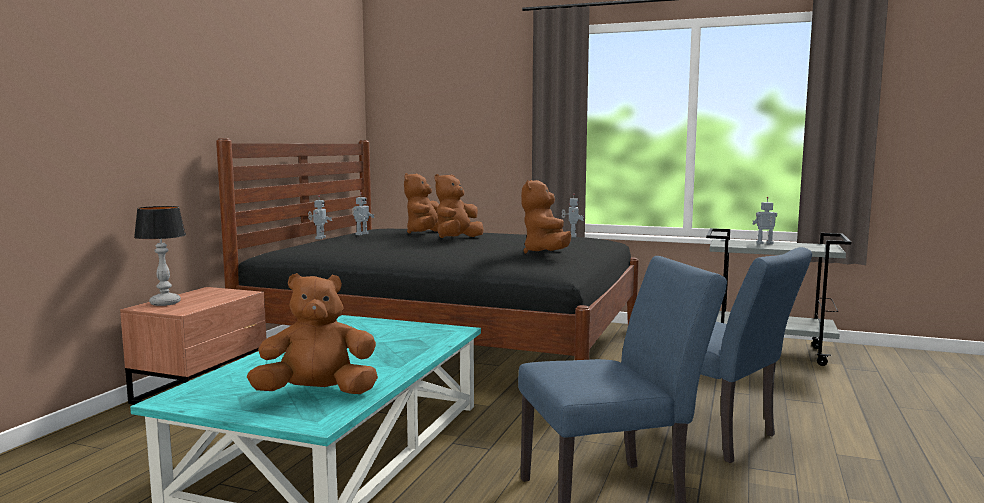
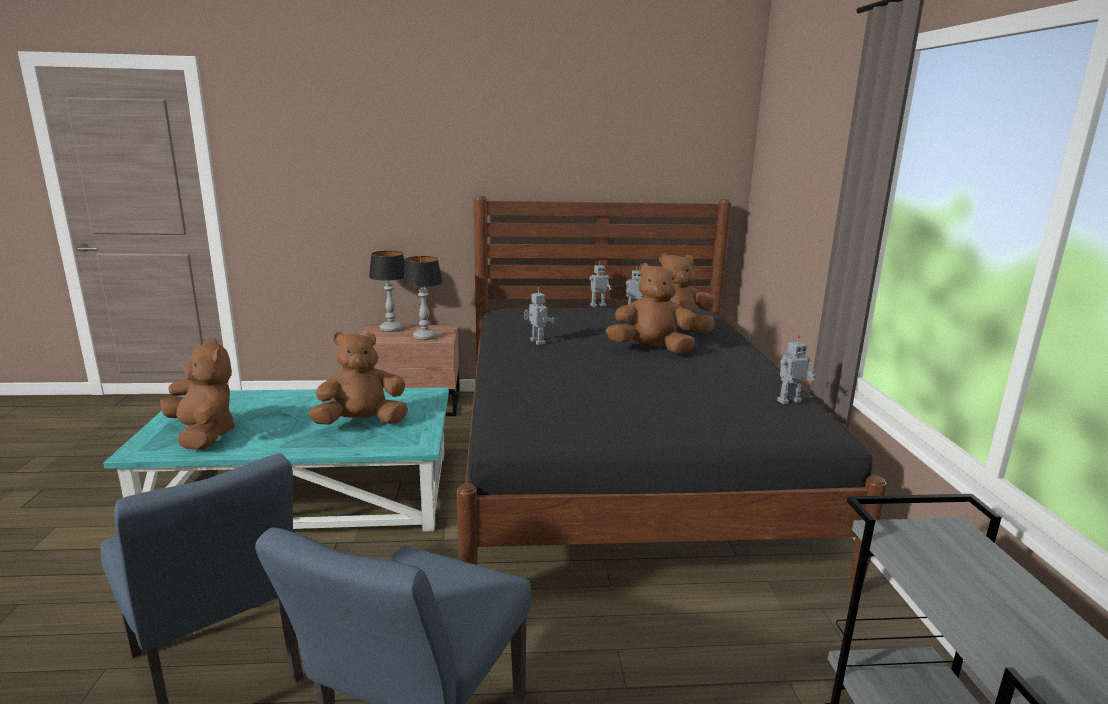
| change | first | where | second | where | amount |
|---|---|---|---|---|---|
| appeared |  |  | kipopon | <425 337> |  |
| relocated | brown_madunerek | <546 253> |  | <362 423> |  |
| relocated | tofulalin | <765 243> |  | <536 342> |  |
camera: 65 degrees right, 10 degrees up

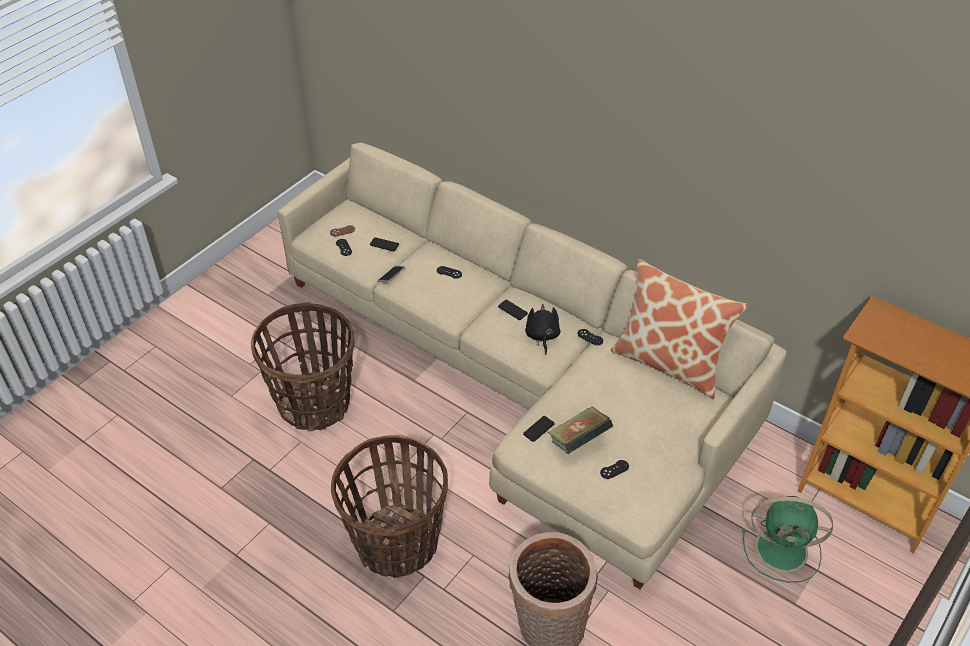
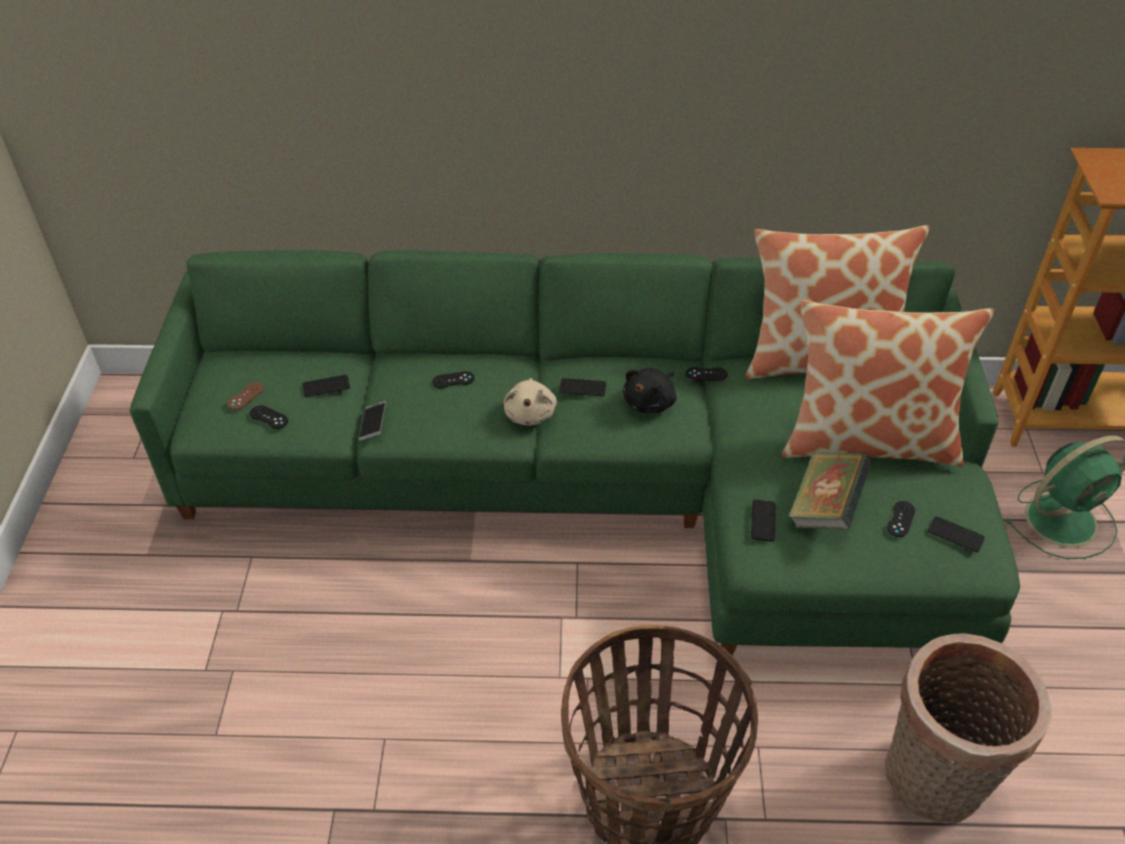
| change | first | where | second | where | amount |
|---|---|---|---|---|---|
| missing | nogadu | <314 403> |  |  |  |
| appeared |  |  | beige_madunerek | <530 413> |  |
| appeared |  |  | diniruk | <868 440> |  |
| appeared |  |  | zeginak | <955 534> |  |
| colour | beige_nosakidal | <523 378> | green_nosakidal | <607 481> |  |
| spun | black_madunerek | <542 336> |  | <650 402> | 105 degrees counterclockwise |
camera: 35 degrees left, 0 degrees up

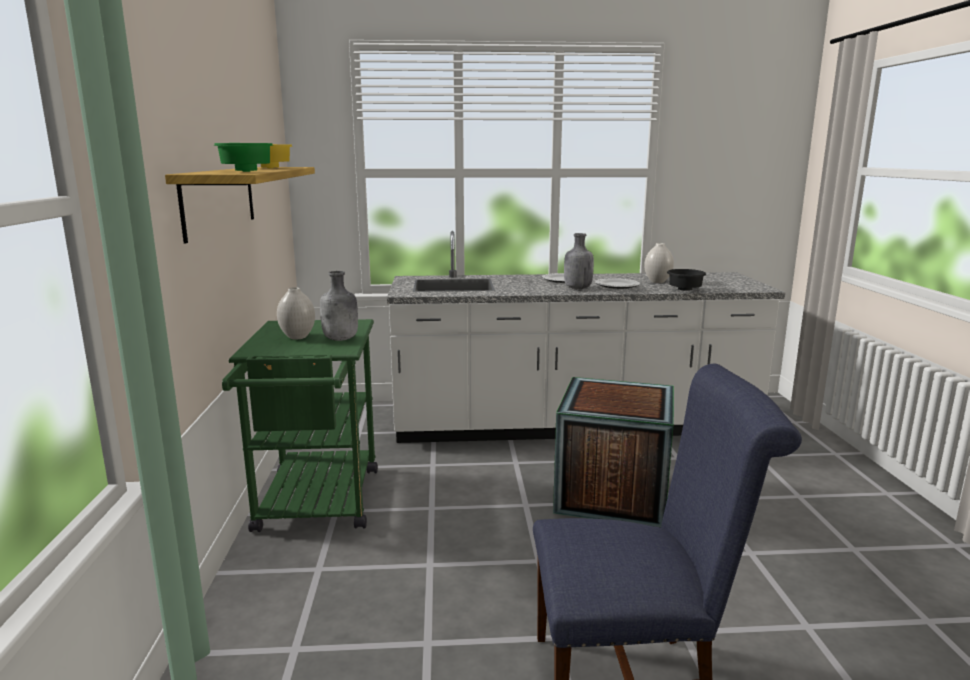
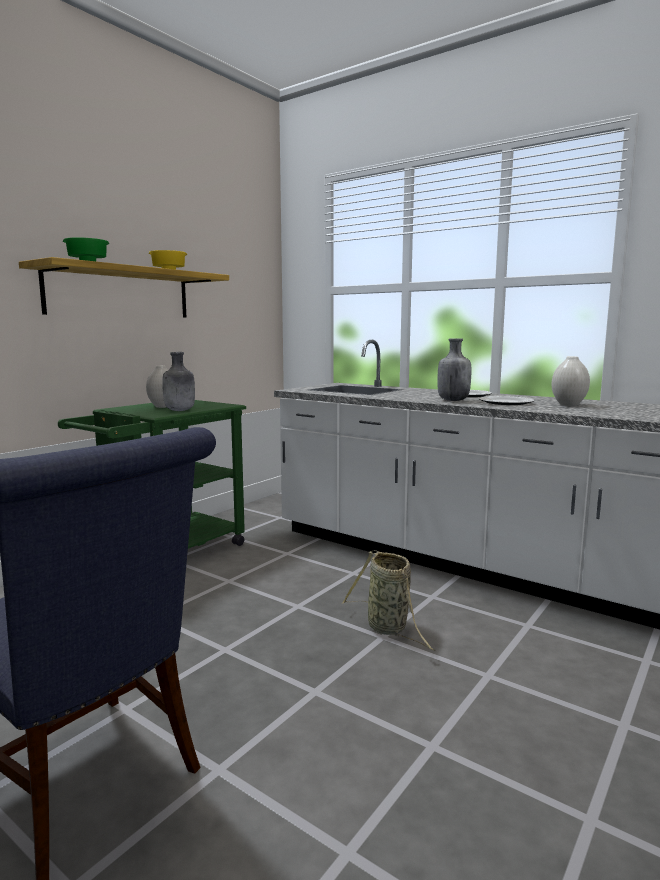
| change | first | where | second | where | amount |
|---|---|---|---|---|---|
| missing | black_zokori | <684 289> |  |  |  |
| exchanged | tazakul | <612 494> | nogadu | <389 628> |  |
camera: 40 degrees right, 5 degrees down

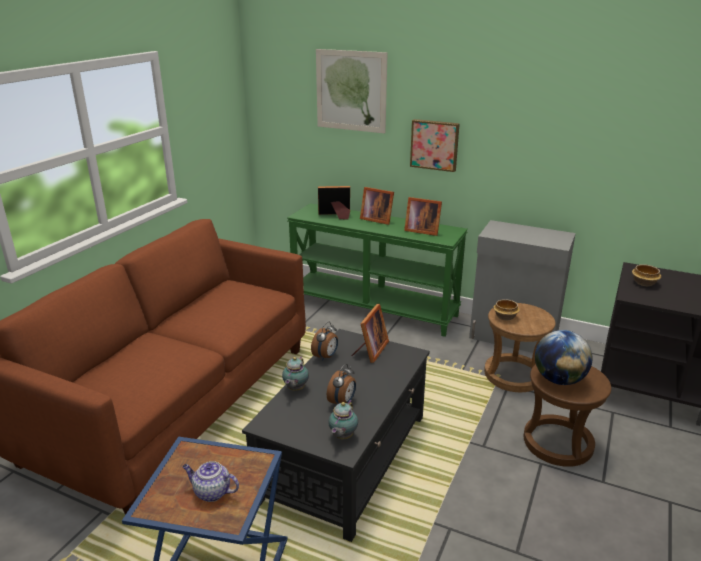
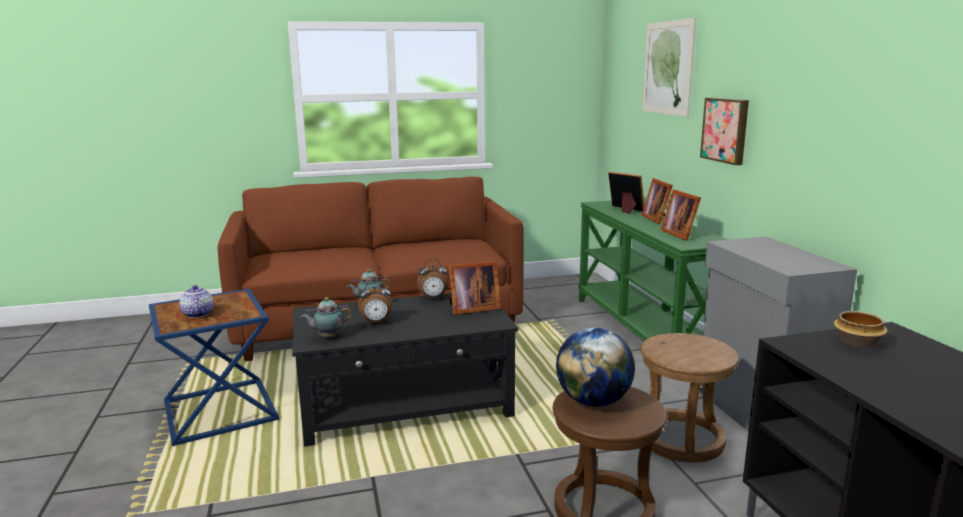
| change | first | where | second | where | amount |
|---|---|---|---|---|---|
| missing | zokori | <505 317> |  |  |  |
camera: 50 degrees right, 10 degrees down

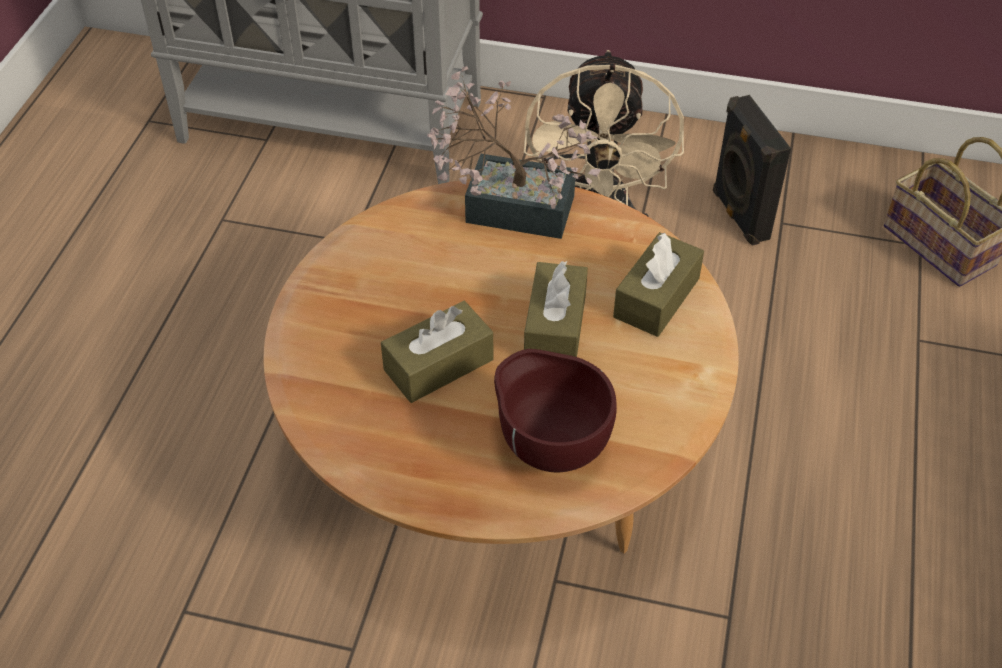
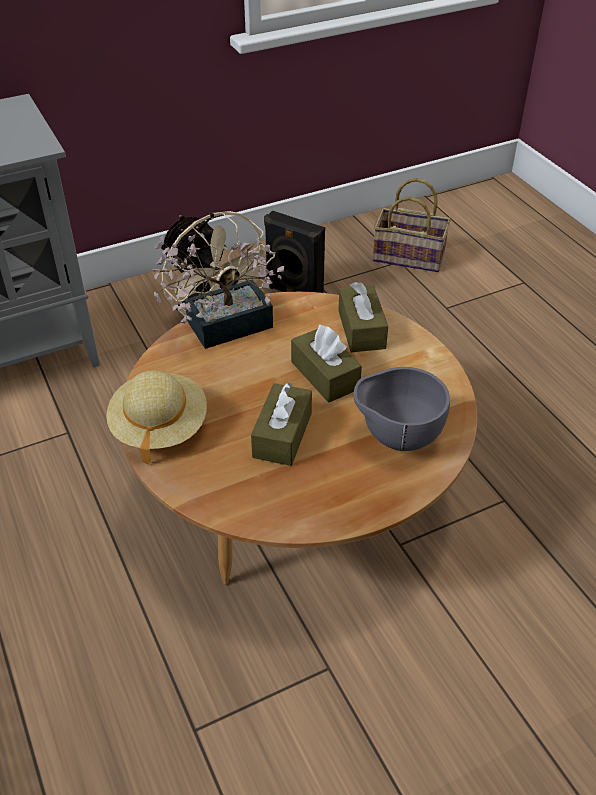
| change | first | where | second | where | amount |
|---|---|---|---|---|---|
| appeared |  |  | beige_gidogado | <159 427> |  |
| colour | brown_zokori | <550 446> | grey_zokori | <396 439> |  |
camera: 40 degrees left, 5 degrees down

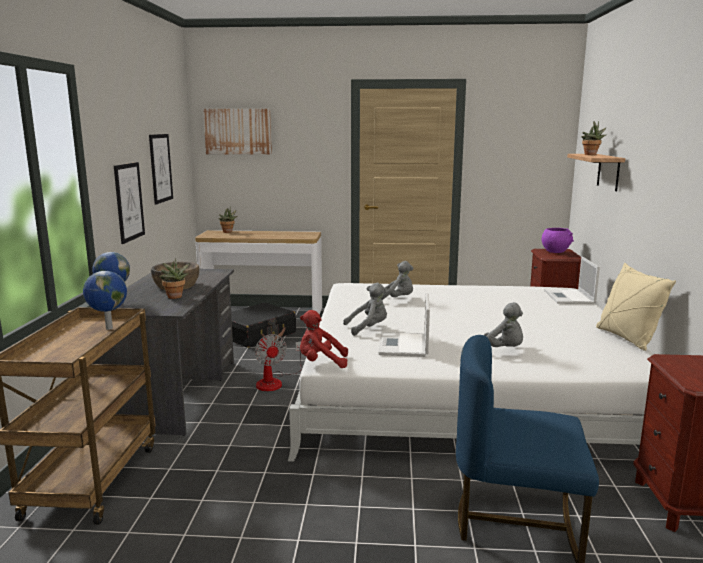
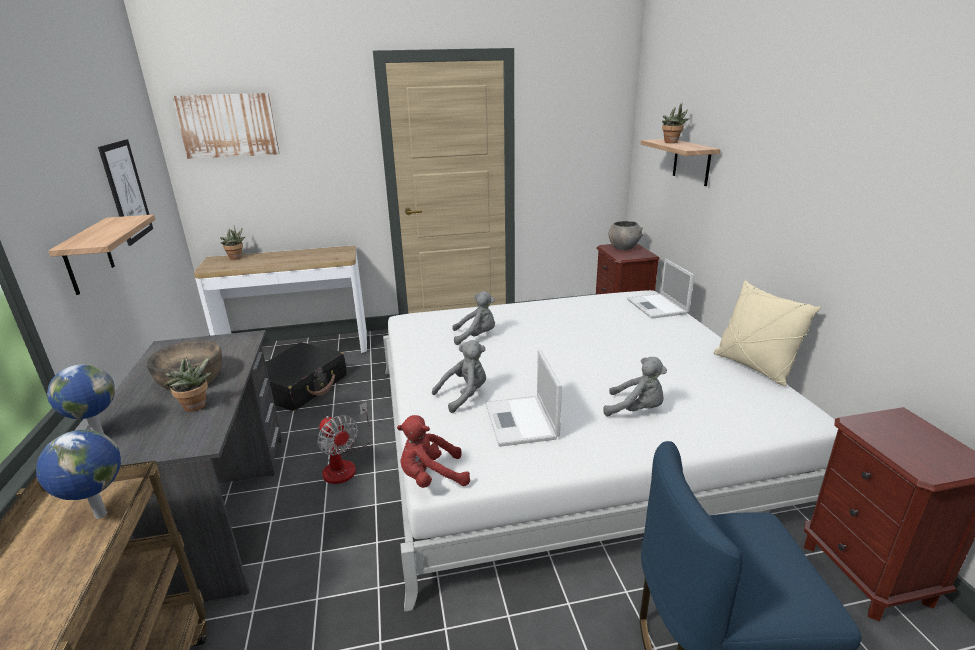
| change | first | where | second | where | amount |
|---|---|---|---|---|---|
| exchanged | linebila | <129 202> | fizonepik | <88 256> |  |
| colour | purple_zokori | <555 251> | grey_zokori | <624 248> |  |
camera: 15 degrees left, 10 degrees up

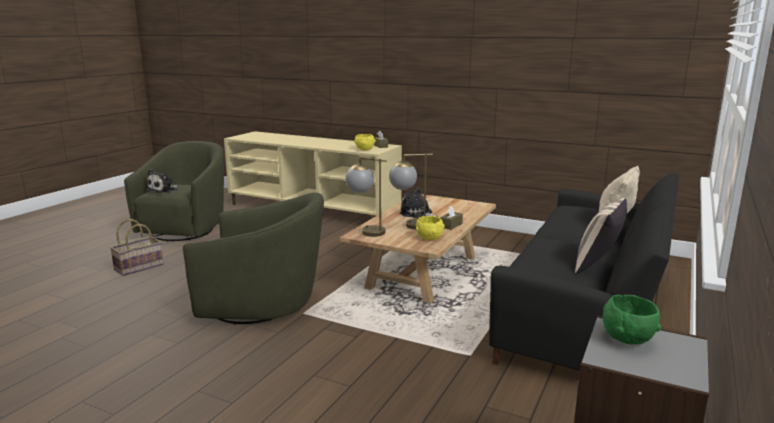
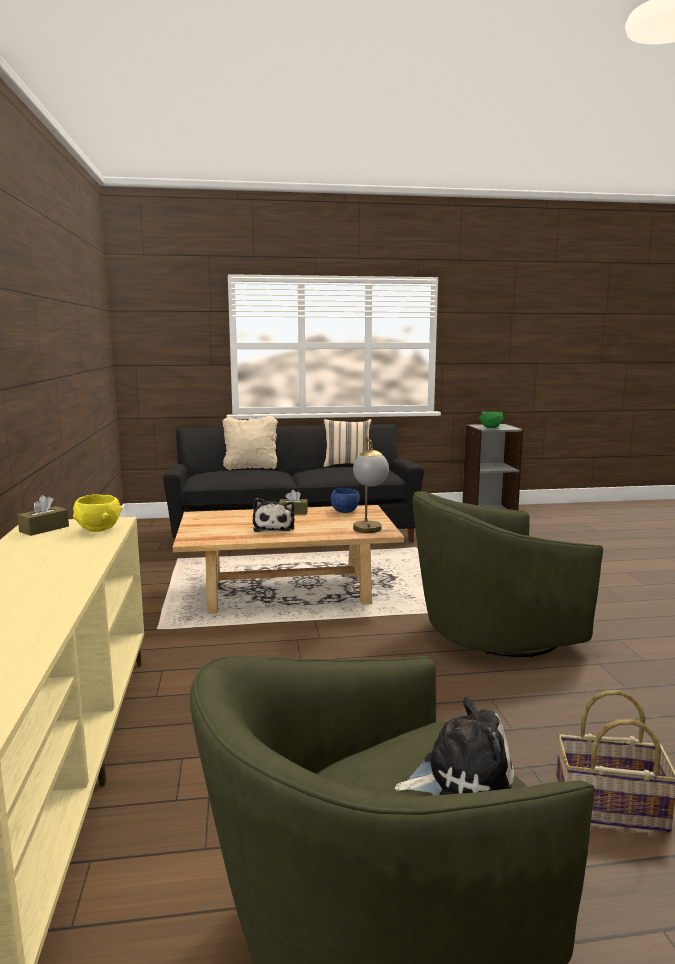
| change | first | where | second | where | amount |
|---|---|---|---|---|---|
| missing | kipopon | <408 226> |  |  |  |
| colour | yellow_zokori | <429 238> | blue_zokori | <345 512> |  |
| spun | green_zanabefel | <262 306> |  | <493 634> | 75 degrees counterclockwise |
camera: 125 degrees left, 5 degrees down

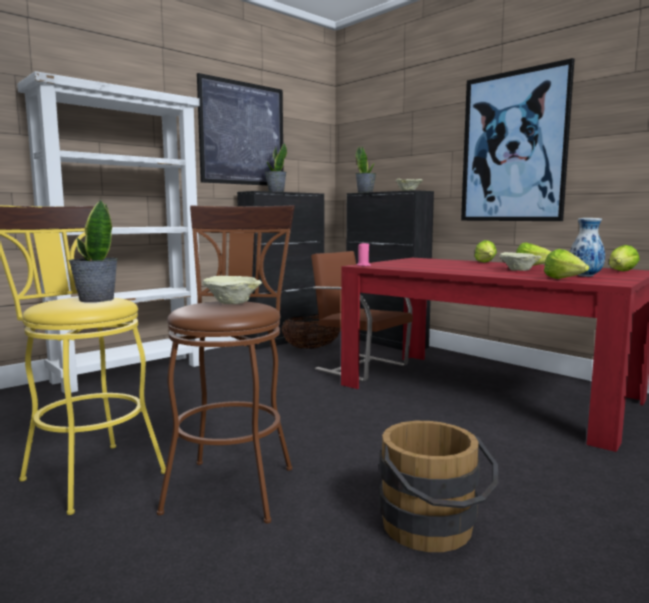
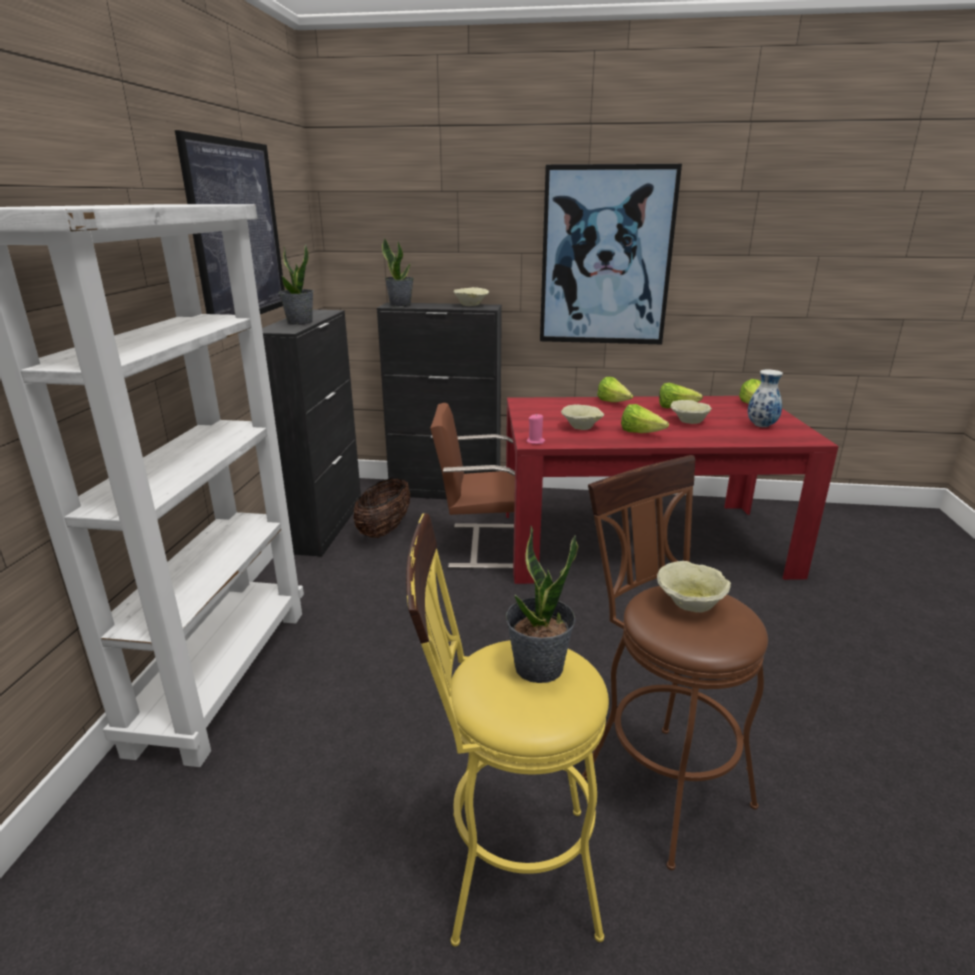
| change | first | where | second | where | amount |
|---|---|---|---|---|---|
| missing | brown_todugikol | <433 530> |  |  |  |
| appeared |  |  | beige_zokori | <582 427> |  |
| relocated | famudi | <564 280> |  | <640 433> |  |
camera: 40 degrees left, 15 degrees up

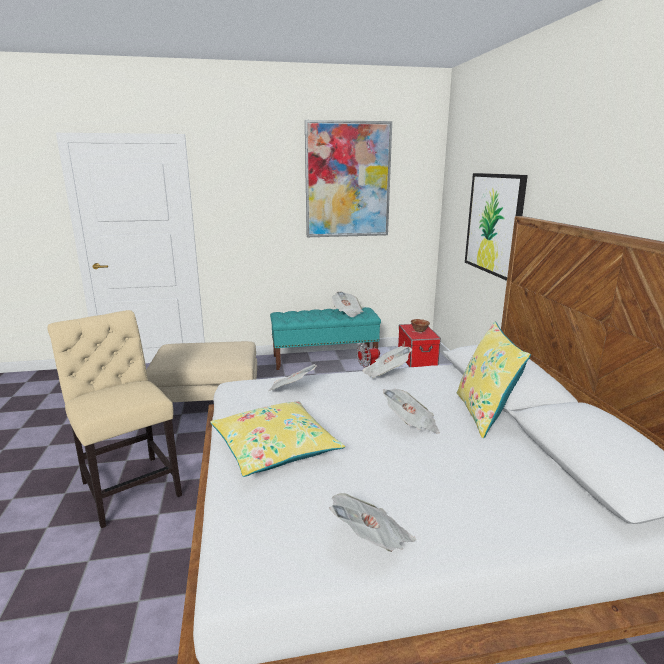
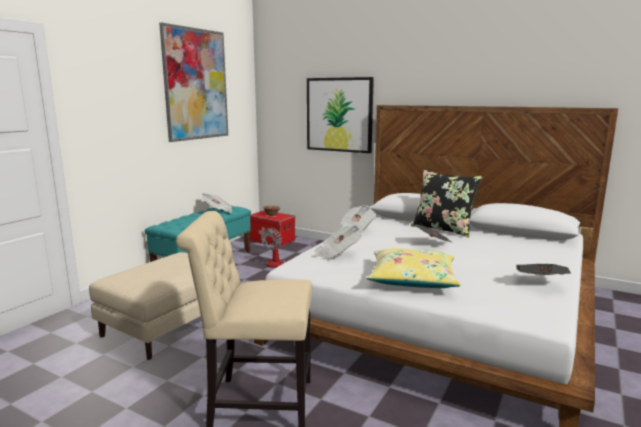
| change | first | where | second | where | amount |
|---|---|---|---|---|---|
| colour | yellow_diniruk | <484 414> | black_diniruk | <443 229> |  |
camera: 50 degrees left, 5 degrees down

